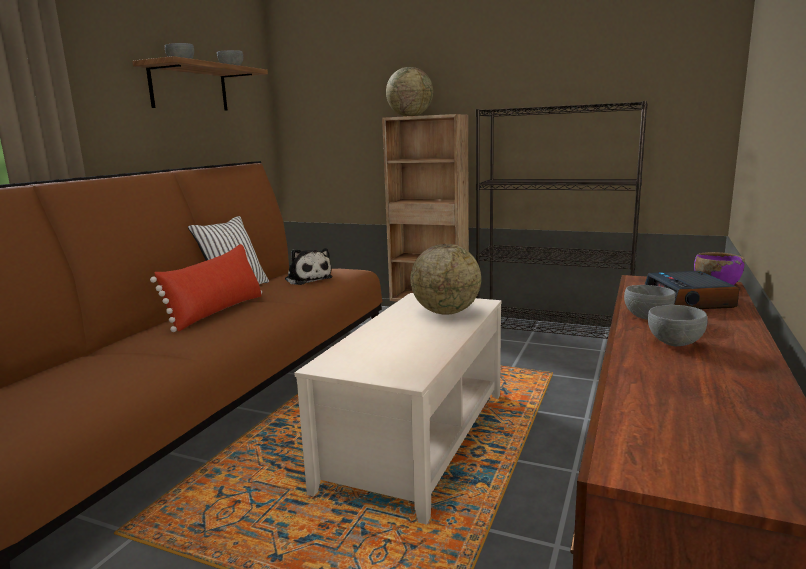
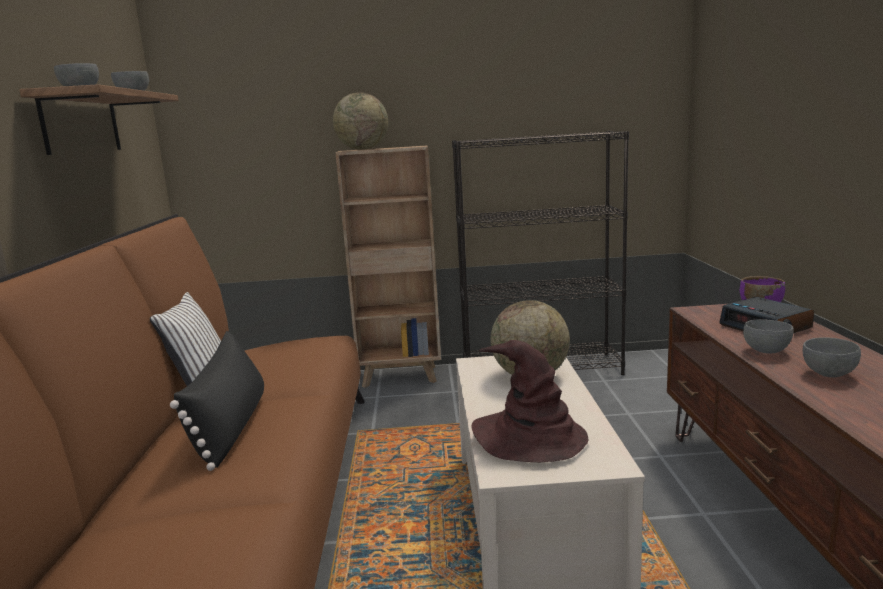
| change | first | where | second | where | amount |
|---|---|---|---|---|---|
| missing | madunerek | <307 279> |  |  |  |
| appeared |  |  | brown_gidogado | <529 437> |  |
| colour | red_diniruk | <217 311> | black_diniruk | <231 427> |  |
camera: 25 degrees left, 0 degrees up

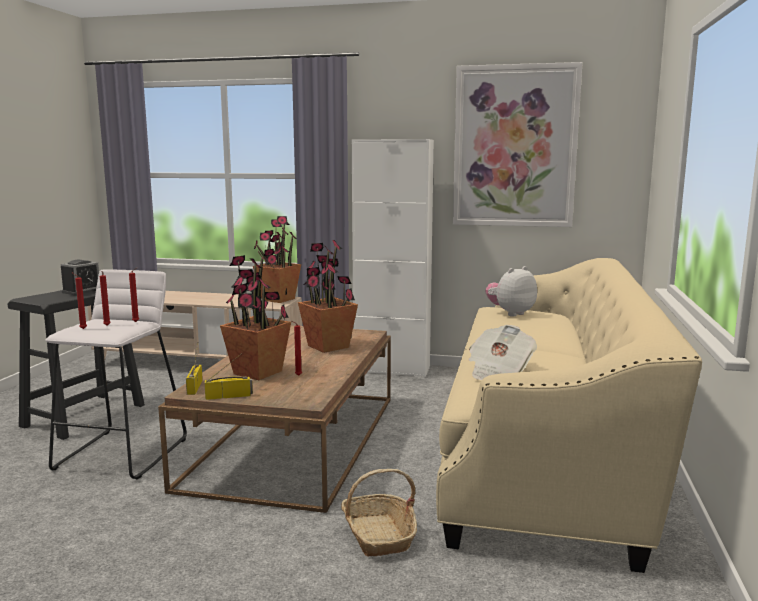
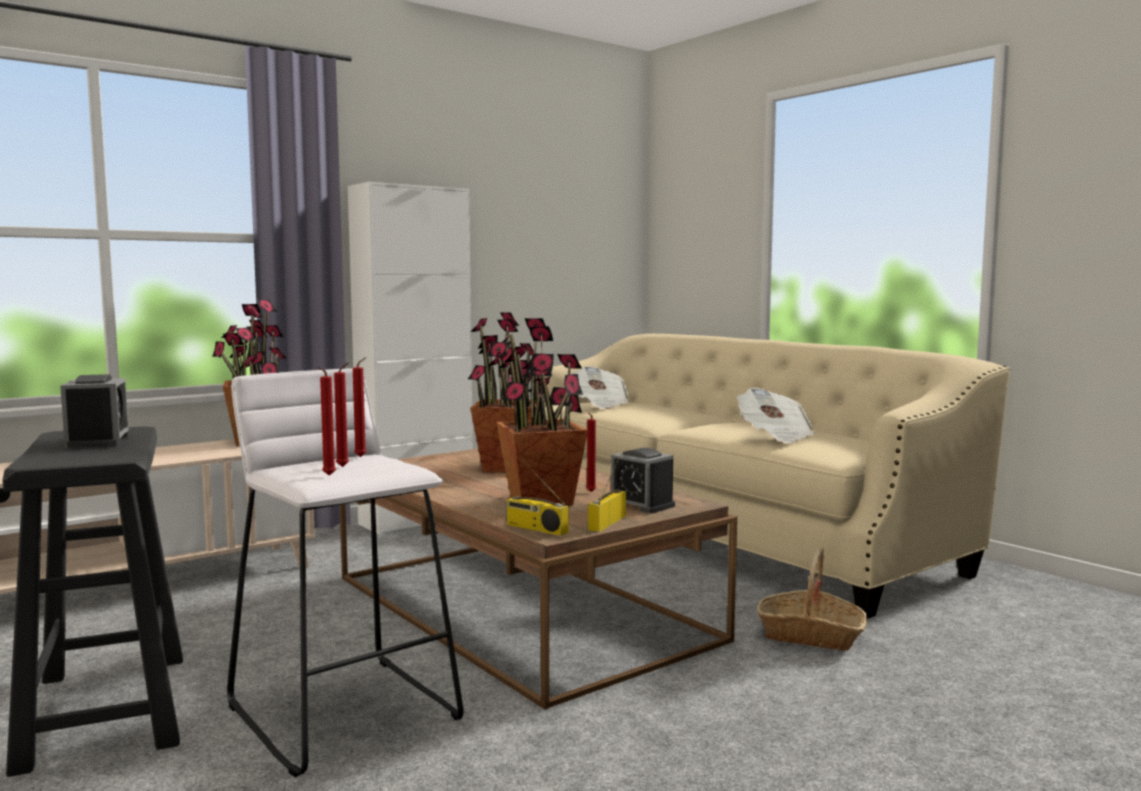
| change | first | where | second | where | amount |
|---|---|---|---|---|---|
| missing | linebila | <514 147> |  |  |  |
| appeared |  |  | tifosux | <641 505> |  |
| exchanged | madunerek | <510 313> | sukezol | <599 404> |  |
camera: 50 degrees left, 5 degrees down

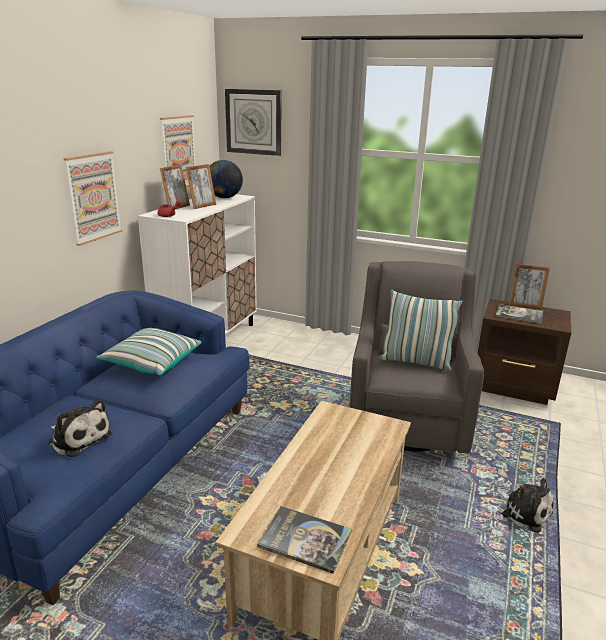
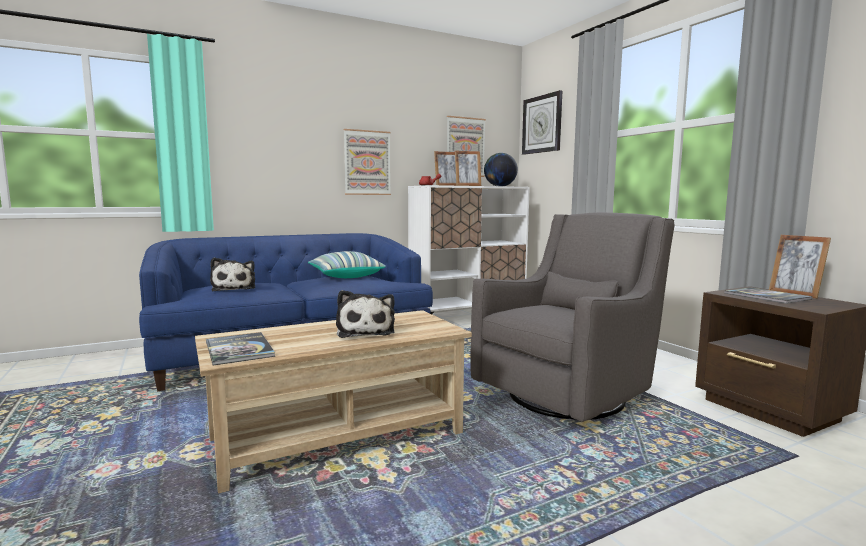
| change | first | where | second | where | amount |
|---|---|---|---|---|---|
| missing | diniruk | <415 362> |  |  |  |
| relocated | madunerek | <523 512> |  | <365 331> |  |
camera: 40 degrees right, 15 degrees down

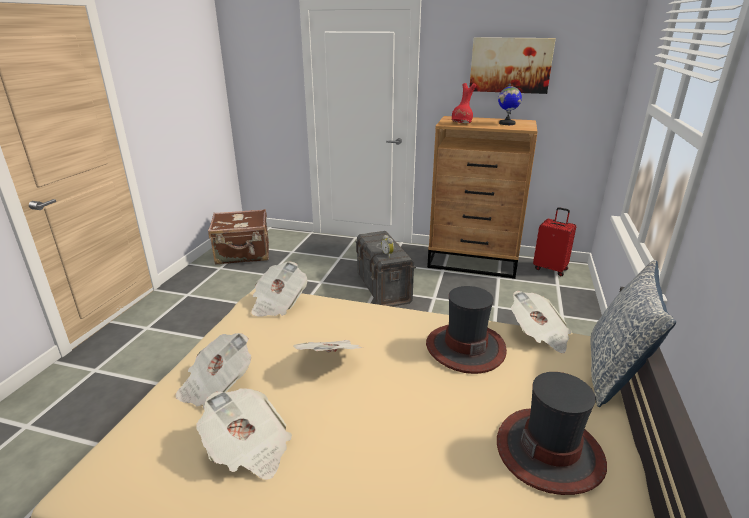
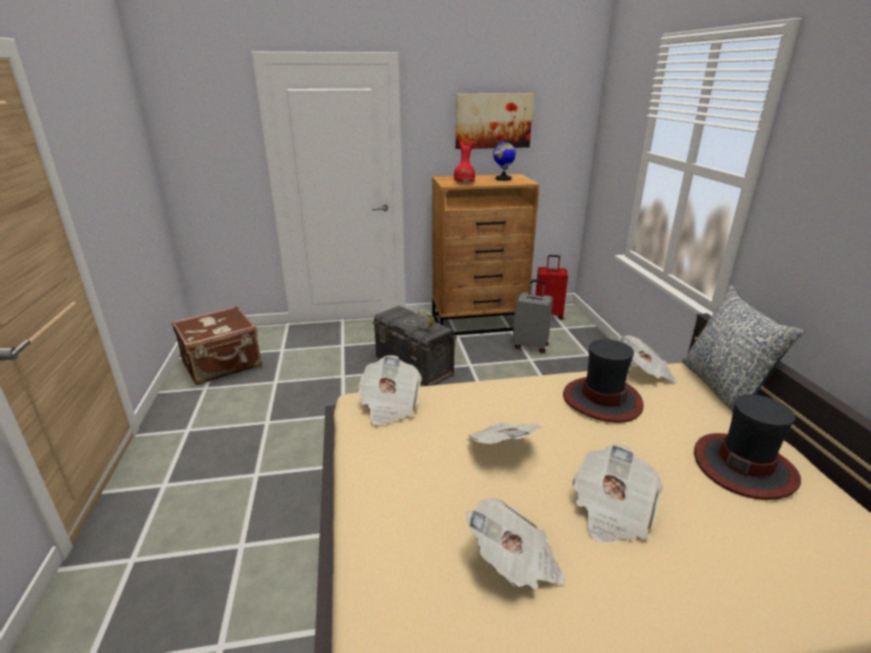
| change | first | where | second | where | amount |
|---|---|---|---|---|---|
| appeared |  |  | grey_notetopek | <530 346> |  |
| relocated | sukezol | <216 385> |  | <611 511> |  |
camera: 25 degrees left, 0 degrees up

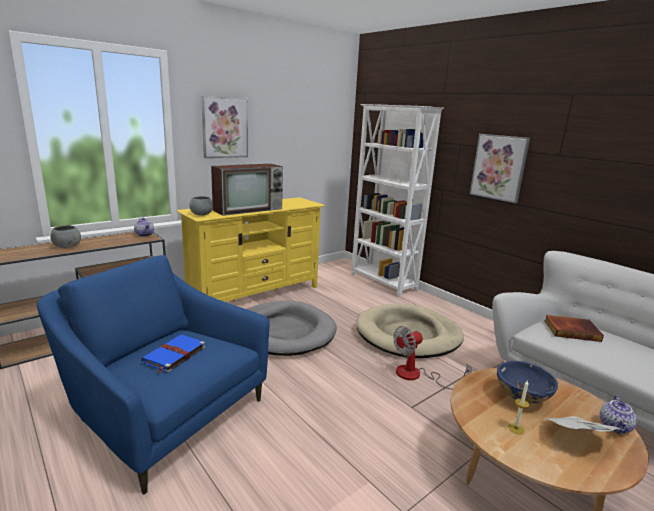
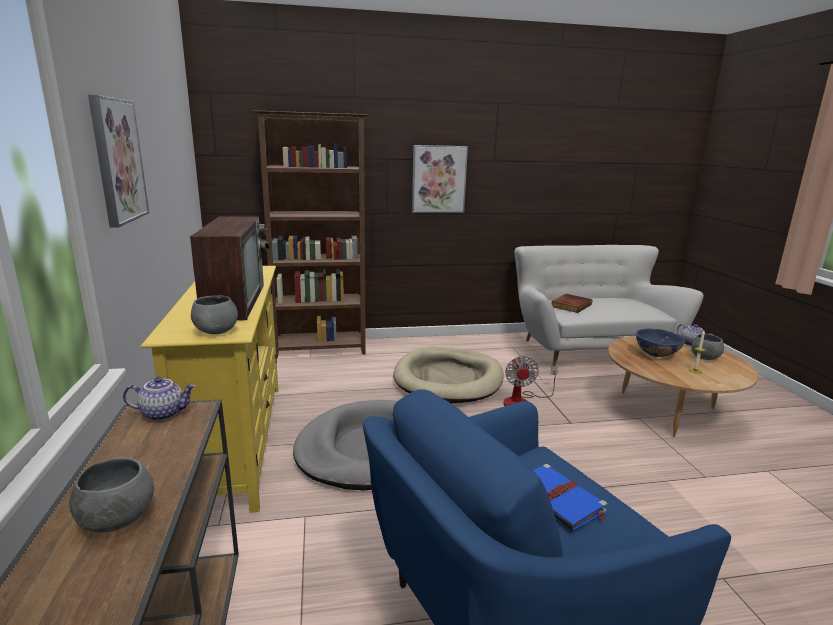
| change | first | where | second | where | amount |
|---|---|---|---|---|---|
| exchanged | sukezol | <577 437> | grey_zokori | <704 358> |  |
| colour | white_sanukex | <383 283> | brown_sanukex | <321 349> |  |
camera: 60 degrees left, 0 degrees up

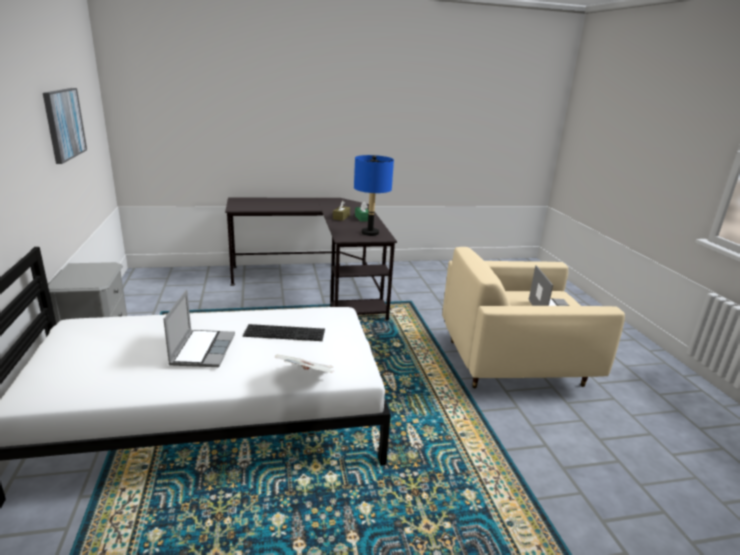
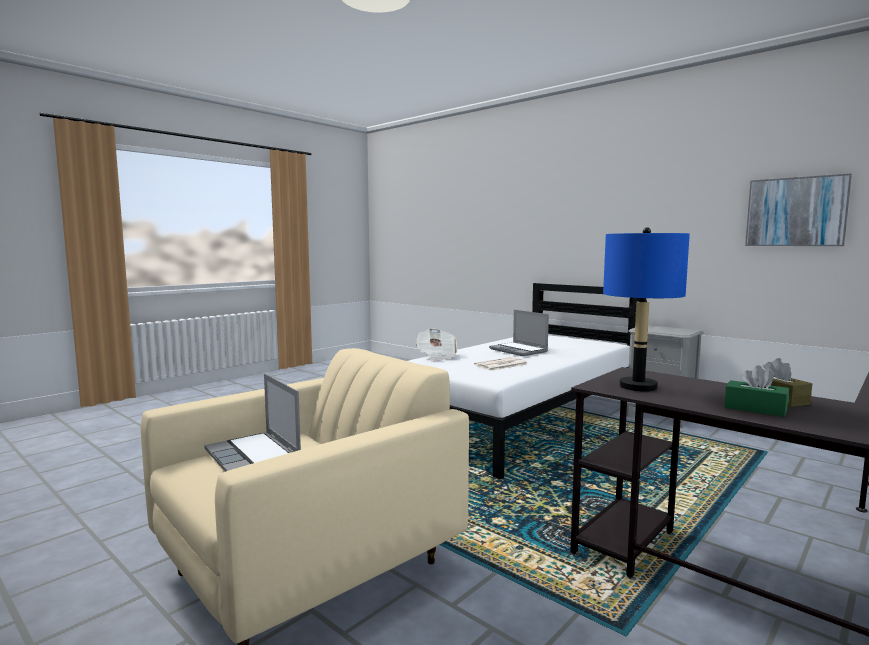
| change | first | where | second | where | amount |
|---|---|---|---|---|---|
| exchanged | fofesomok | <285 332> | sukezol | <501 365> |  |
camera: 145 degrees right, 15 degrees down

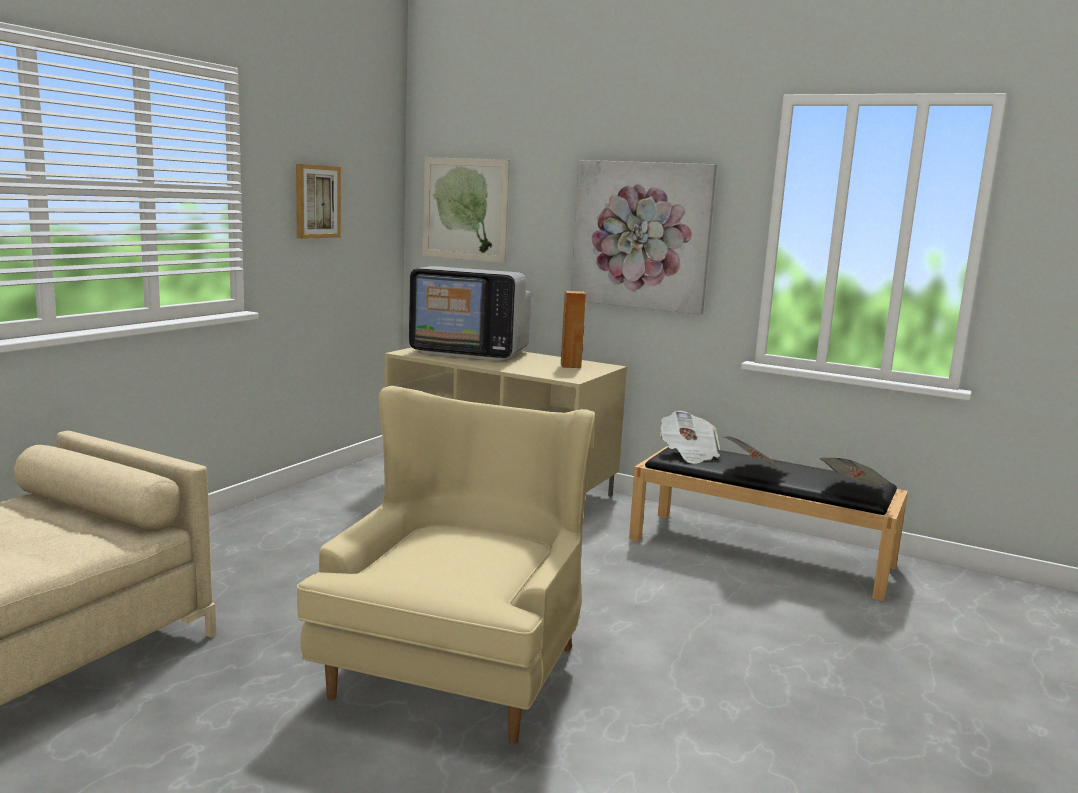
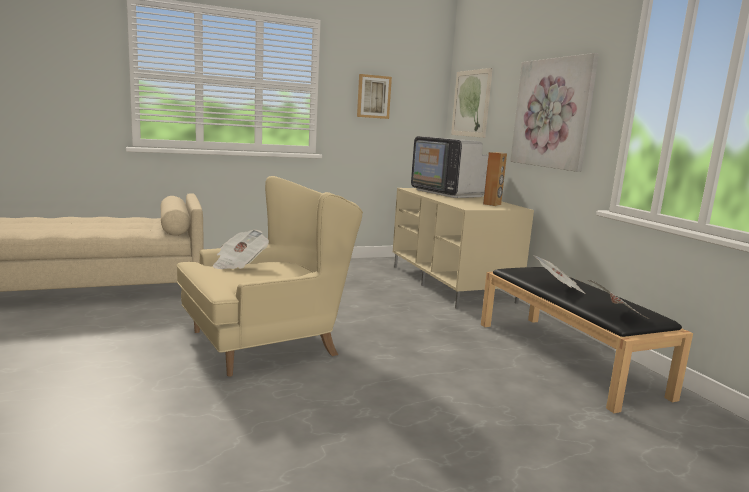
| change | first | where | second | where | amount |
|---|---|---|---|---|---|
| relocated | sukezol | <688 454> |  | <239 264> |  |
camera: 40 degrees right, 0 degrees up

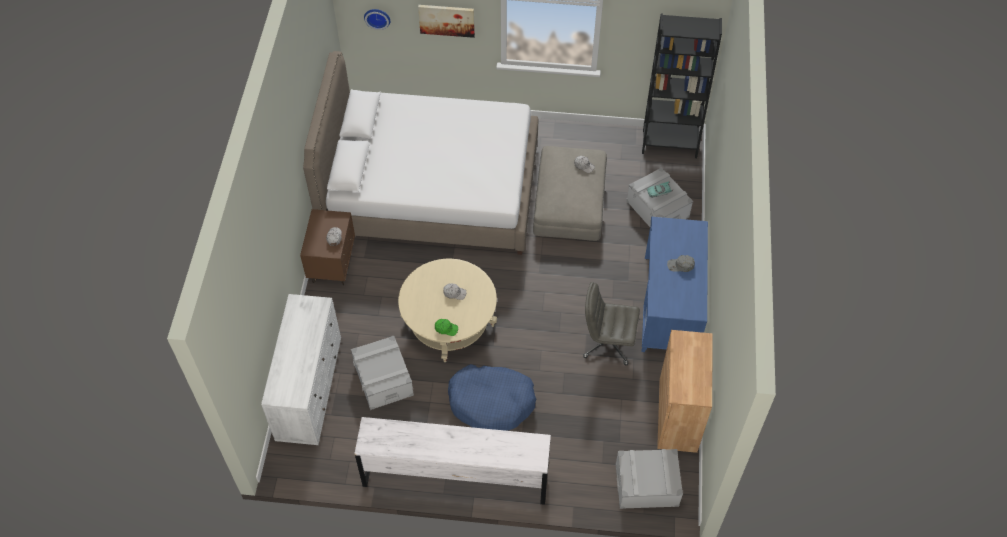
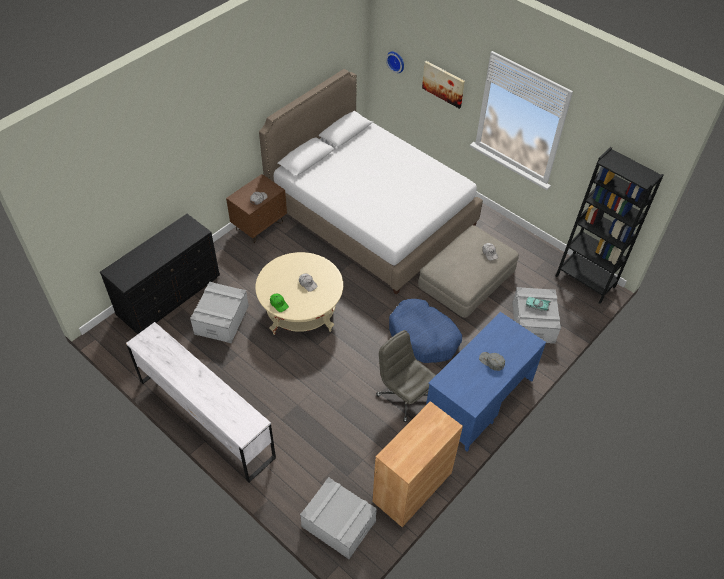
| change | first | where | second | where | amount |
|---|---|---|---|---|---|
| relocated | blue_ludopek | <491 402> |  | <423 337> |  |
| colour | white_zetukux | <309 388> | black_zetukux | <170 295> |  |
camera: 35 degrees right, 5 degrees down

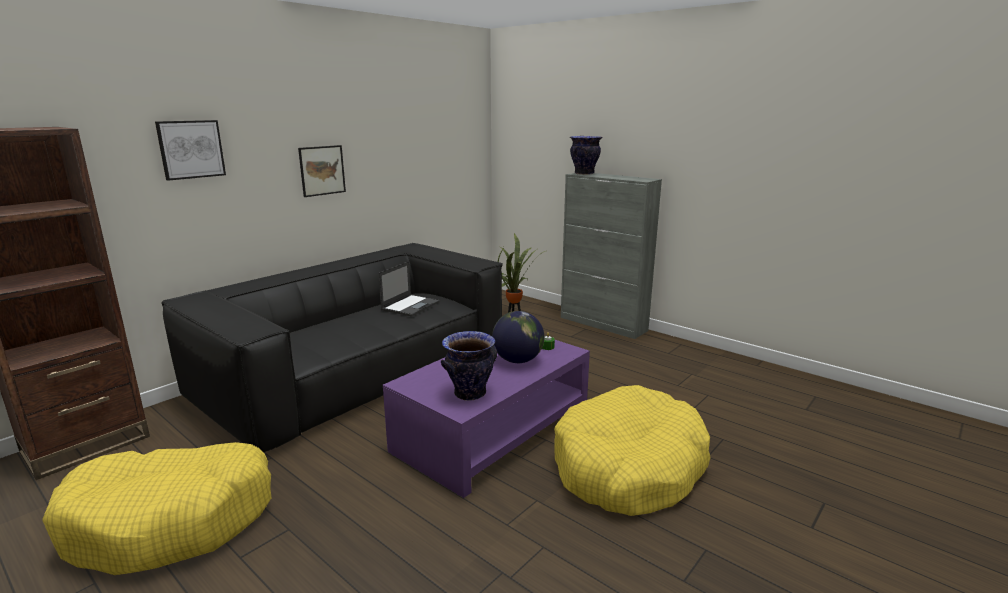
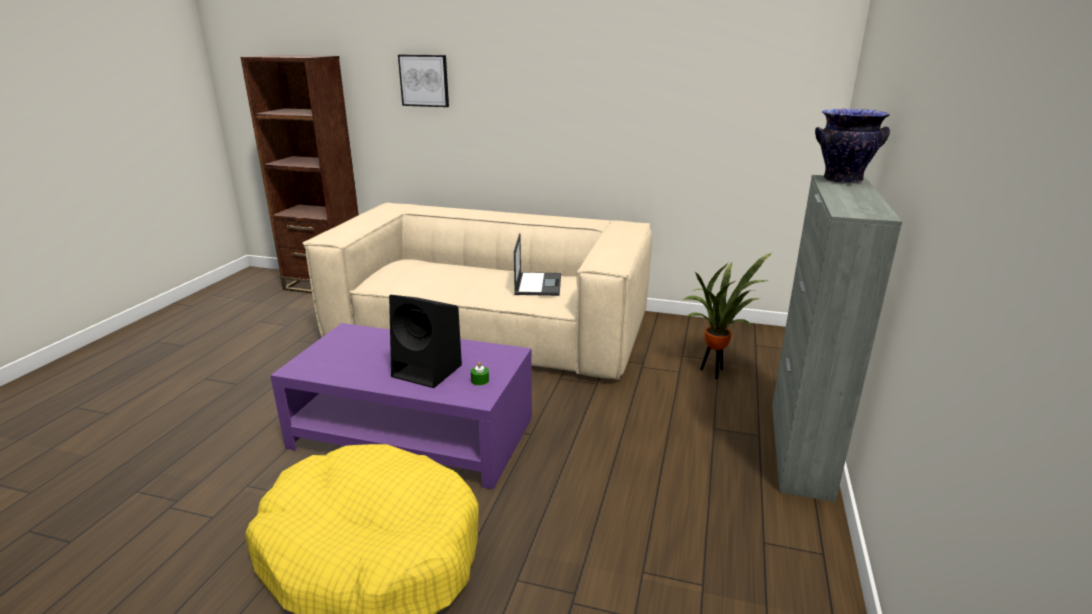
| change | first | where | second | where | amount |
|---|---|---|---|---|---|
| missing | yellow_ludopek | <172 520> |  |  |  |
| missing | linebila | <322 170> |  |  |  |
| missing | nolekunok | <469 393> |  |  |  |
| exchanged | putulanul | <518 360> | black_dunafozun | <429 371> |  |
| colour | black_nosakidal | <357 371> | beige_nosakidal | <489 328> |  |
| spun | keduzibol | <411 305> |  | <538 284> | 90 degrees counterclockwise |
camera: 65 degrees right, 5 degrees up

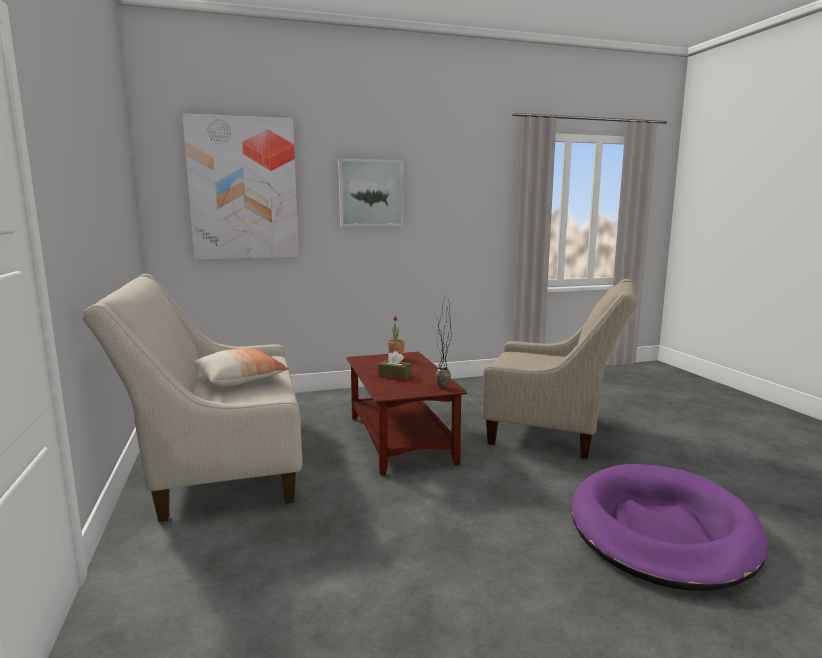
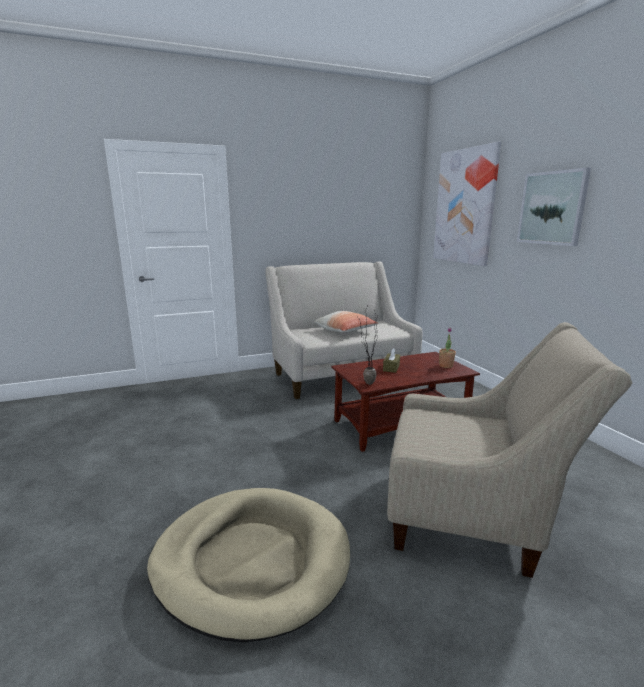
| change | first | where | second | where | amount |
|---|---|---|---|---|---|
| colour | purple_ludopek | <662 530> | beige_ludopek | <251 561> |  |
| spun | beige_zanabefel | <555 432> |  | <473 516> | 90 degrees counterclockwise |
camera: 85 degrees right, 5 degrees up

